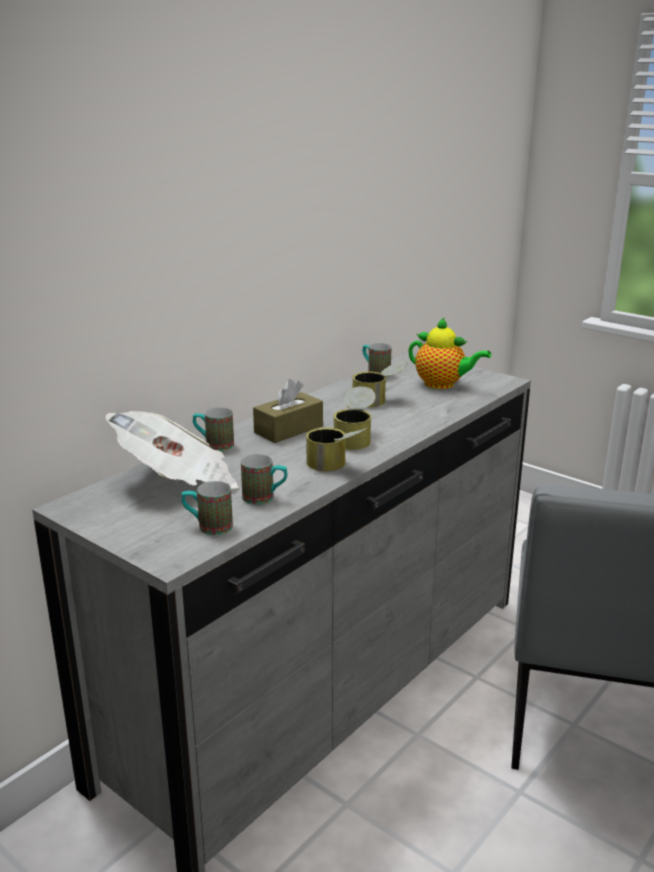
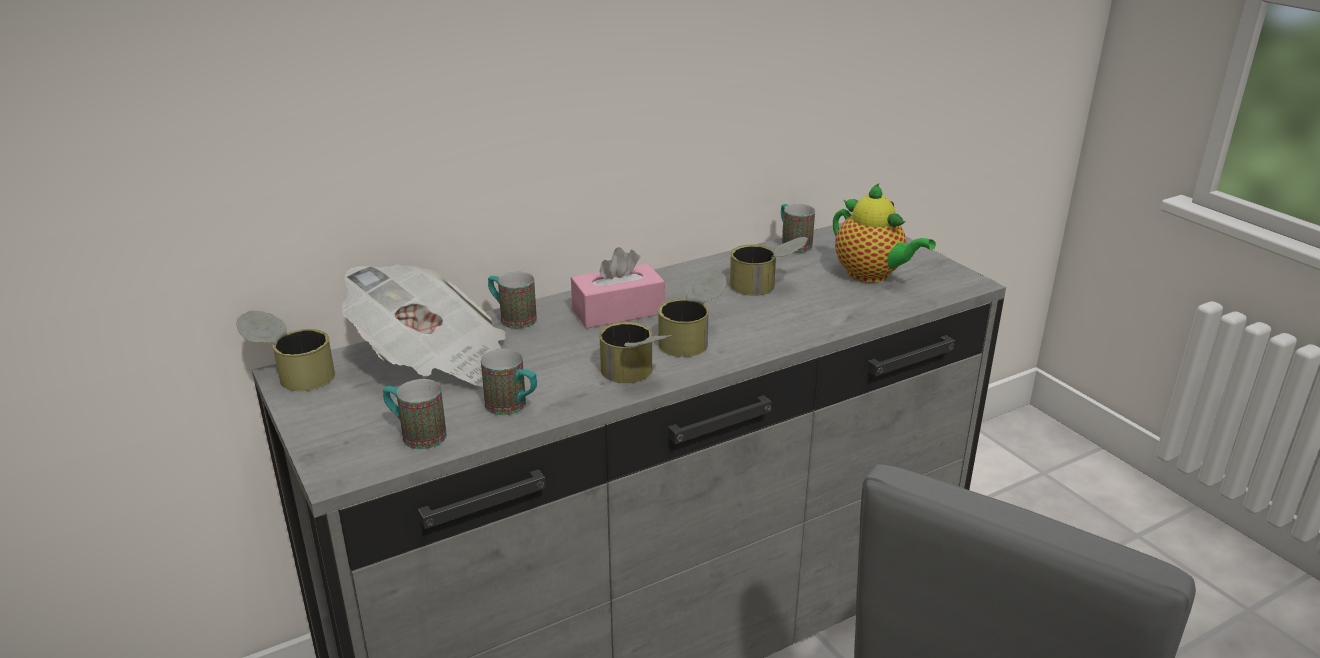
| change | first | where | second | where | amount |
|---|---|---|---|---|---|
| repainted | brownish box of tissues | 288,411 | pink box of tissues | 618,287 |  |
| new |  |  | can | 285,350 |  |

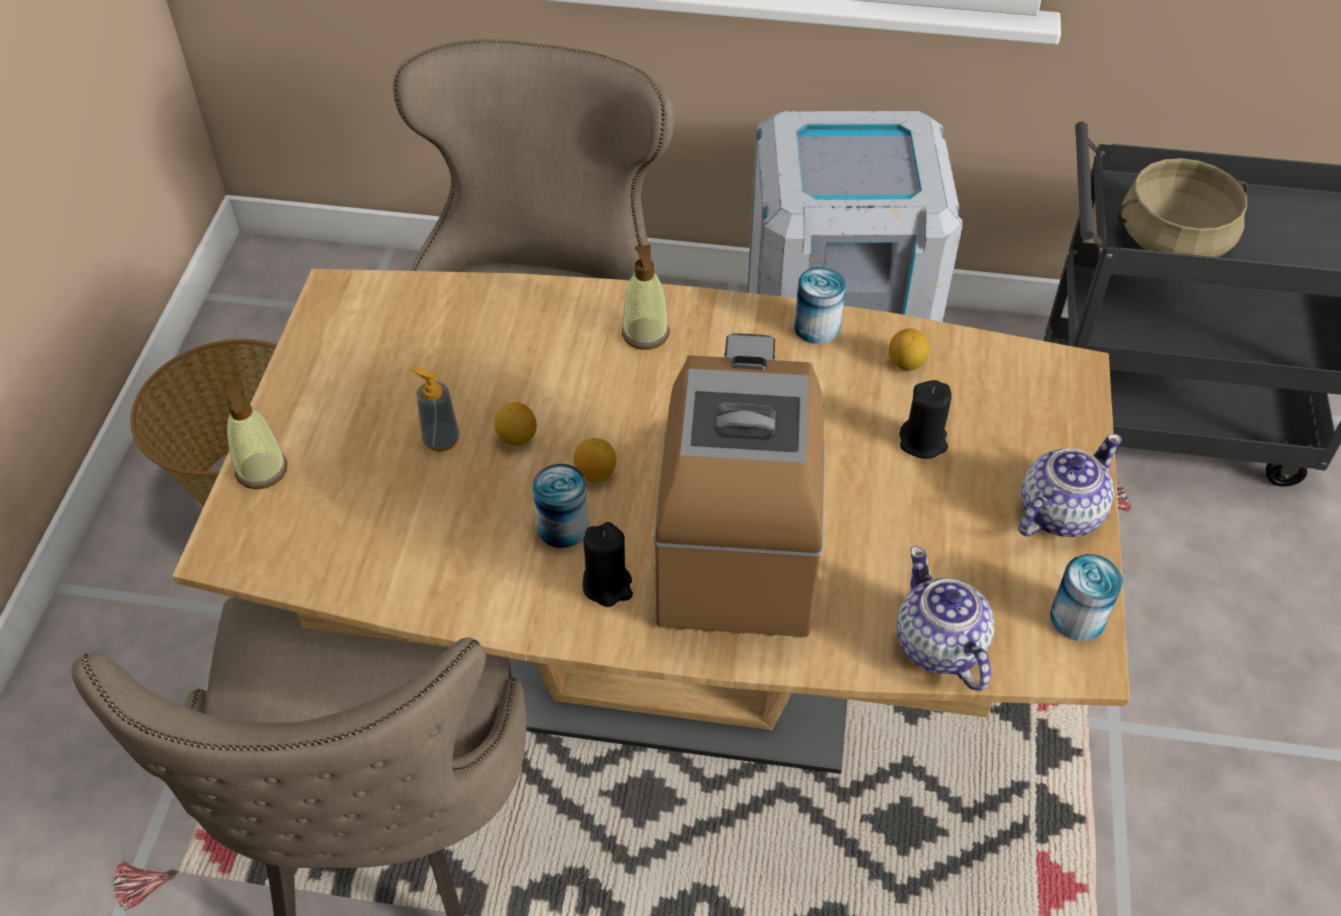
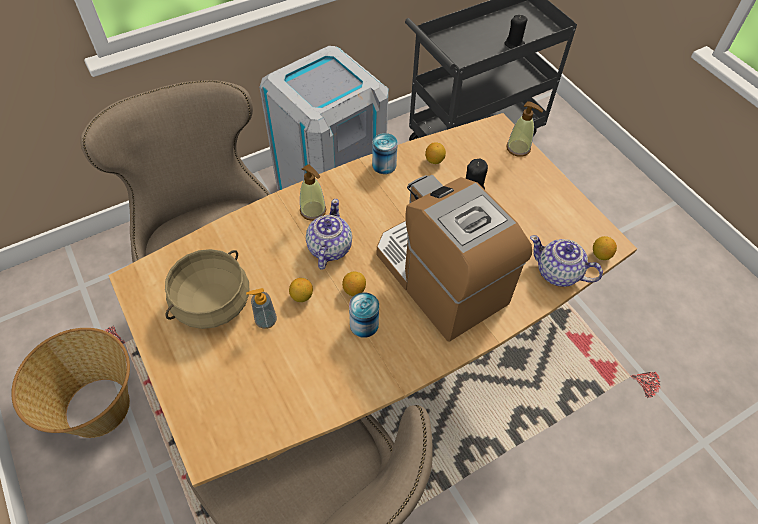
| change | first | where | second | where | amount |
|---|---|---|---|---|---|
| shifted | liquid soap bottle | 255,435 |  | 525,129 |  |
| shifted | black wax candle | 608,564 |  | 516,32 |  |
| shifted | pot for tea | 1070,485 |  | 329,234 |  |
| gone | can | 1086,597 |  |  |  |
| shifted | sand-coloured cooking pot | 1183,207 |  | 207,289 |  |
| new |  |  | citrus fruit | 605,248 |  |

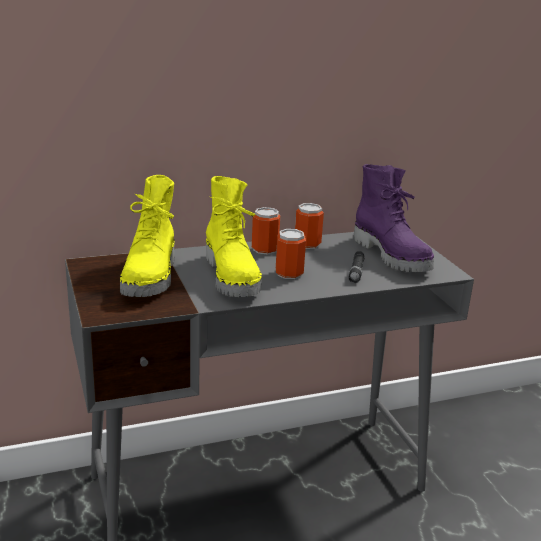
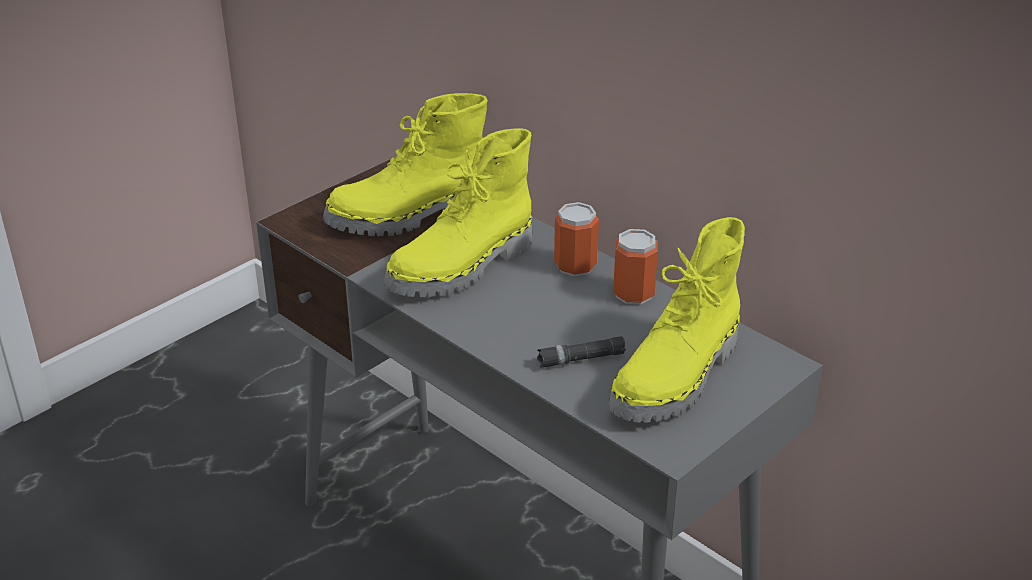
| change | first | where | second | where | amount |
|---|---|---|---|---|---|
| gone | can | 291,254 |  |  |  |
| repainted | purple high-top boot | 394,218 | yellow high-top boot | 677,320 |  |

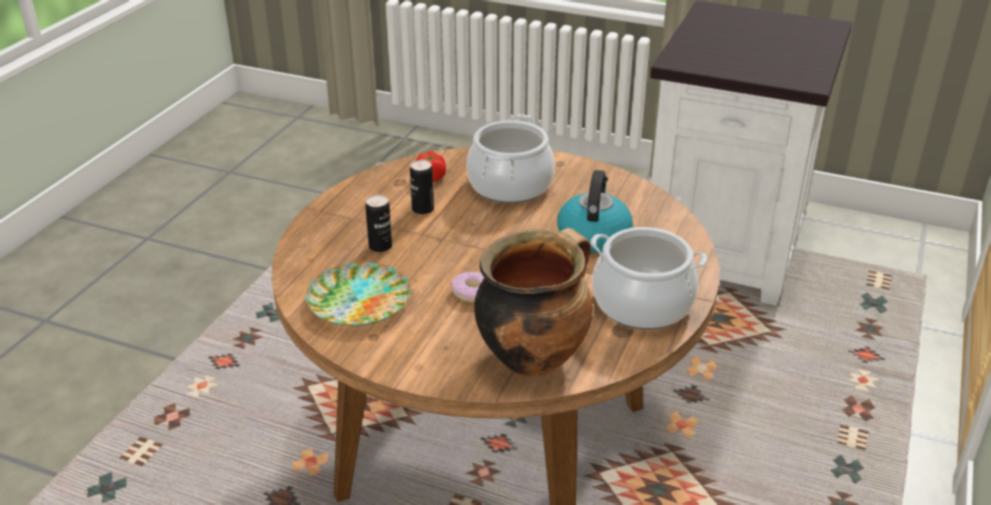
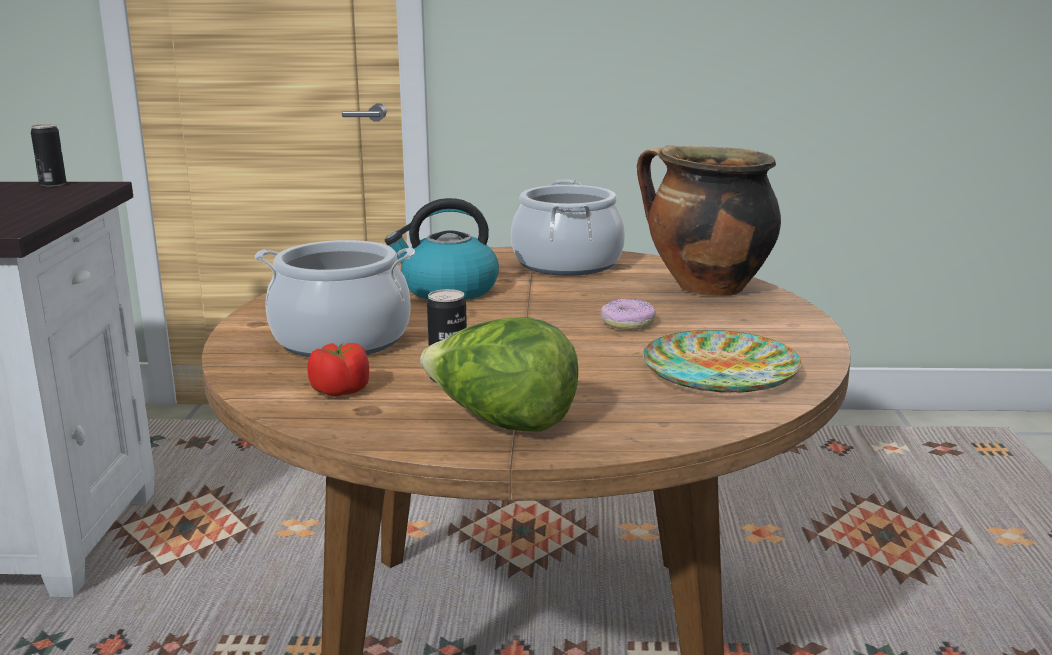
| change | first | where | second | where | amount |
|---|---|---|---|---|---|
| shifted | can | 378,223 |  | 48,155 |  |
| new |  |  | lettuce | 499,374 |  |

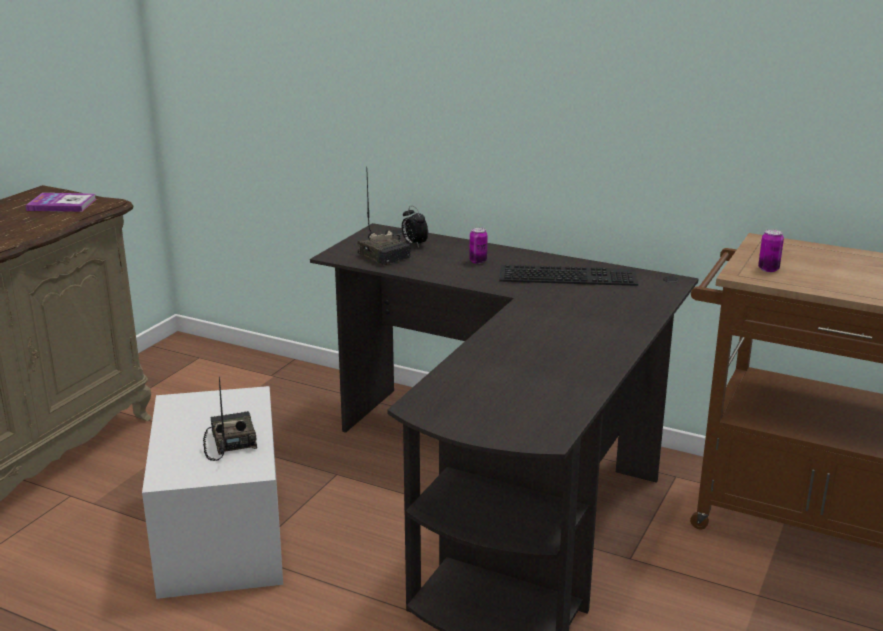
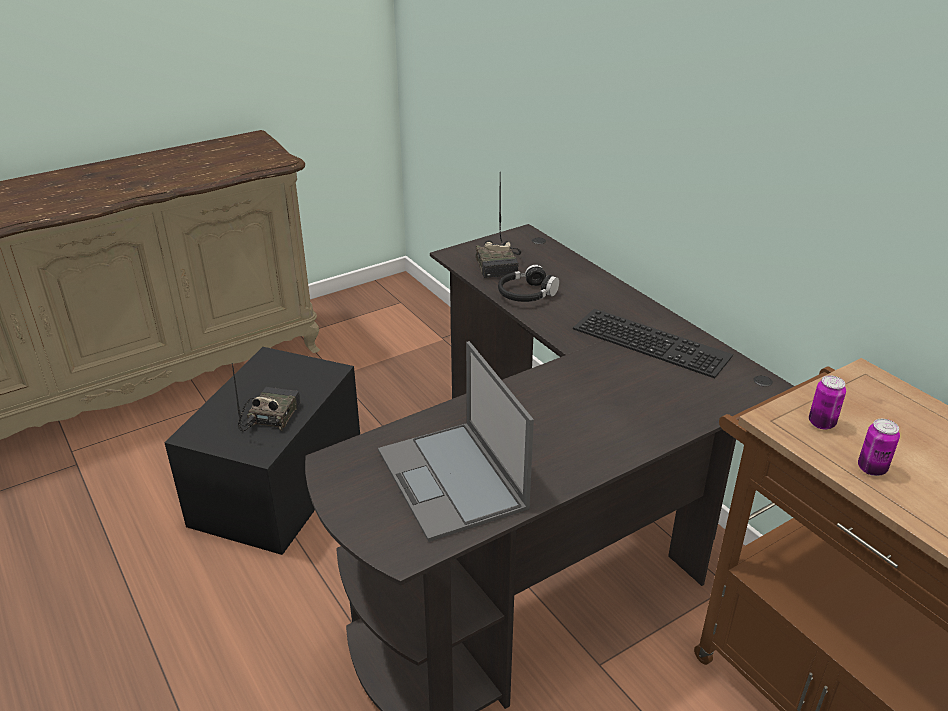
| change | first | where | second | where | amount |
|---|---|---|---|---|---|
| gone | book | 60,202 |  |  |  |
| repainted | whitish storage bin | 212,492 | black storage bin | 262,451 |  |
| gone | alarm clock | 415,226 |  |  |  |
| shifted | can | 478,245 |  | 879,447 |  |
| new |  |  | laptop | 456,441 |  |
| new |  |  | black pair of headphones | 528,283 |  |

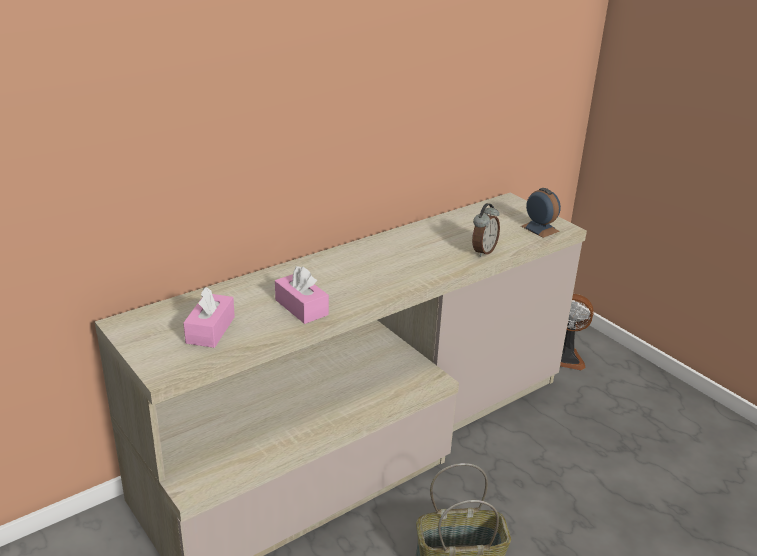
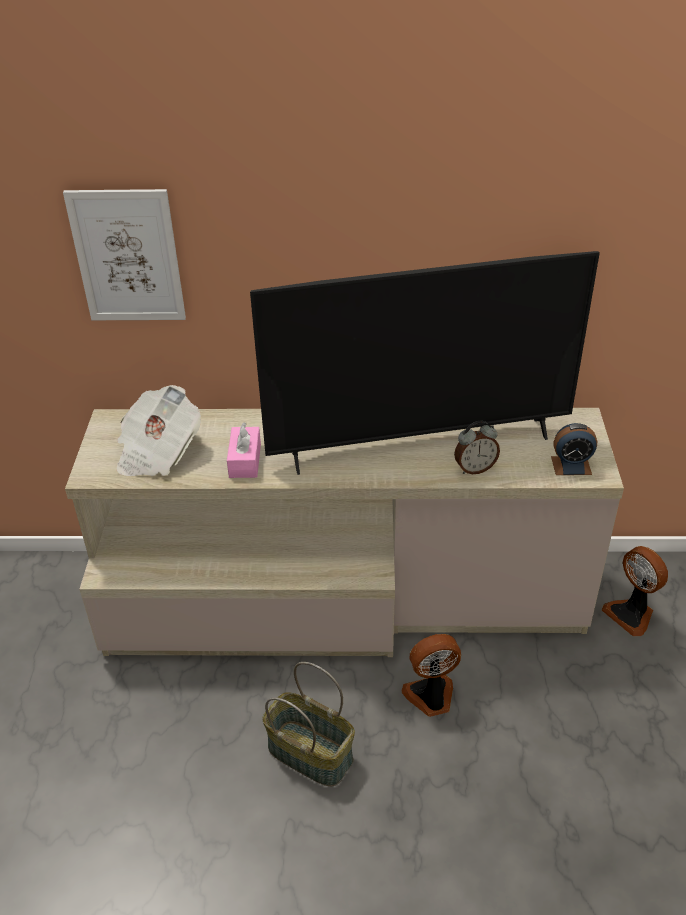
| change | first | where | second | where | amount |
|---|---|---|---|---|---|
| swapped | pink box of tissues | 209,317 | newspaper | 158,430 |  |
| rotated | alarm clock | 541,213 |  | 574,449 | 90 degrees clockwise |
| new |  |  | wall art | 124,254 |  |
| new |  |  | television | 425,363 |  |
| new |  |  | electric fan | 431,675 |  |

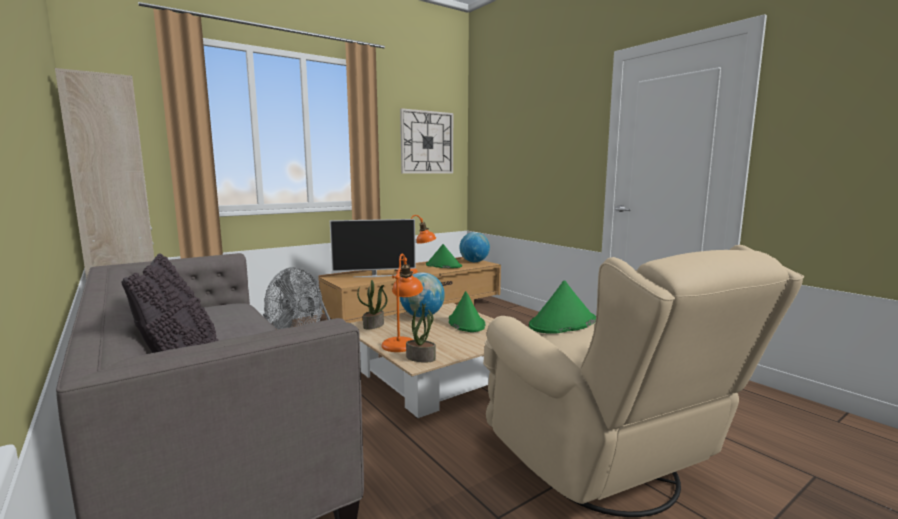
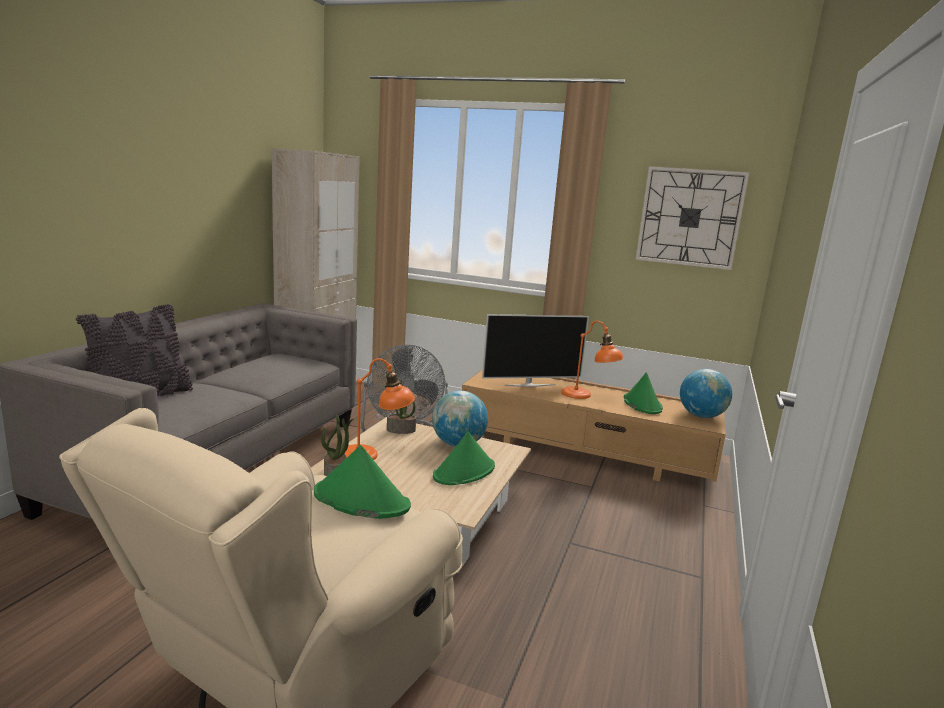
| change | first | where | second | where | amount |
|---|---|---|---|---|---|
| rotated | television | 373,248 |  | 535,350 | 60 degrees counterclockwise |

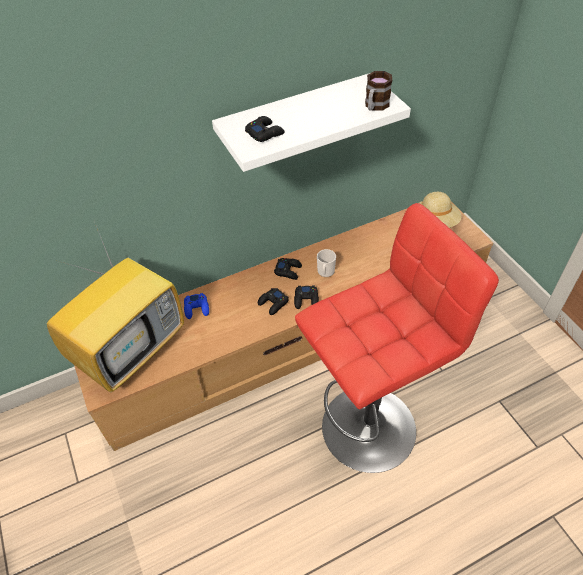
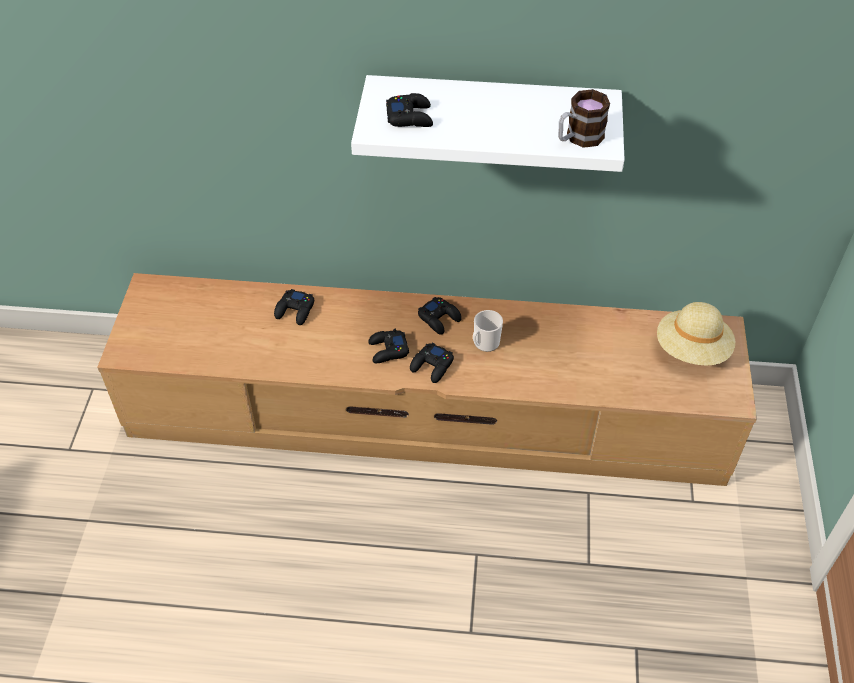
| change | first | where | second | where | amount |
|---|---|---|---|---|---|
| gone | television | 115,307 |  |  |  |
| repainted | bluish game controller | 196,306 | black game controller | 294,307 |  |
| gone | red-coloured stool | 397,338 |  |  |  |

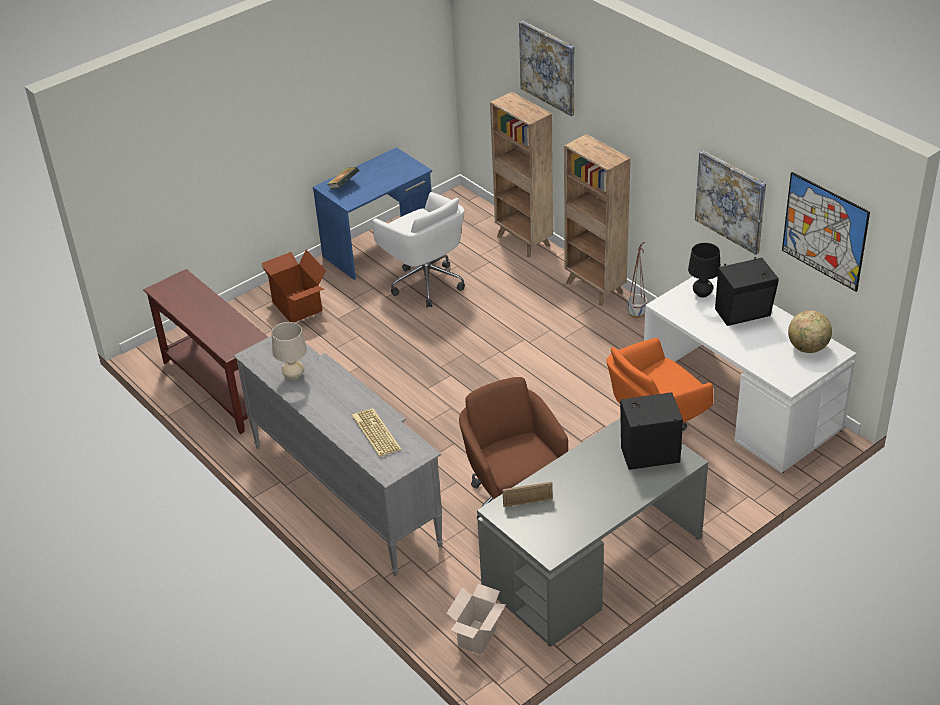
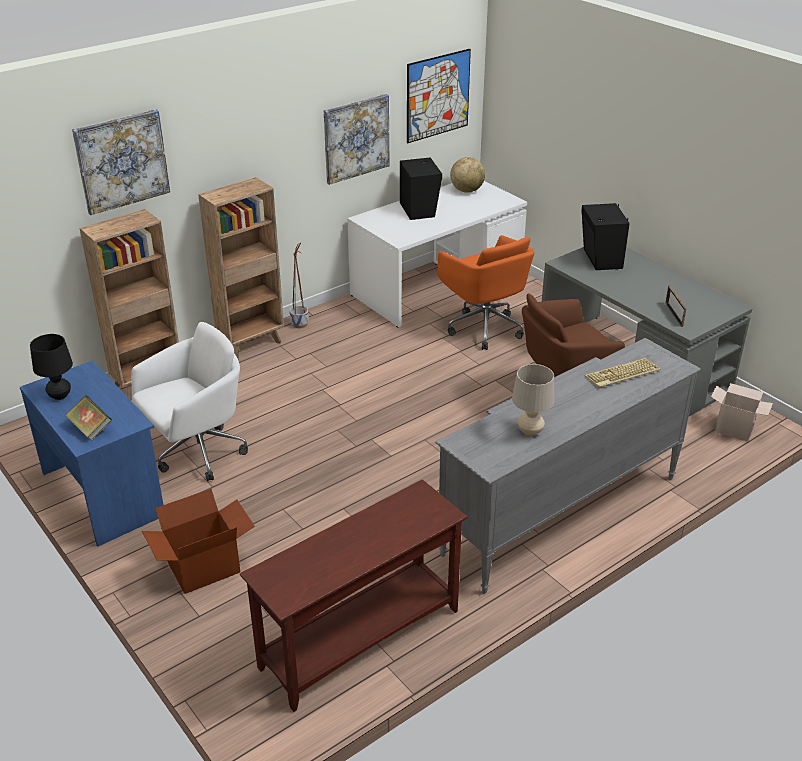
| change | first | where | second | where | amount |
|---|---|---|---|---|---|
| shifted | black table lamp | 704,270 |  | 51,367 |  |

